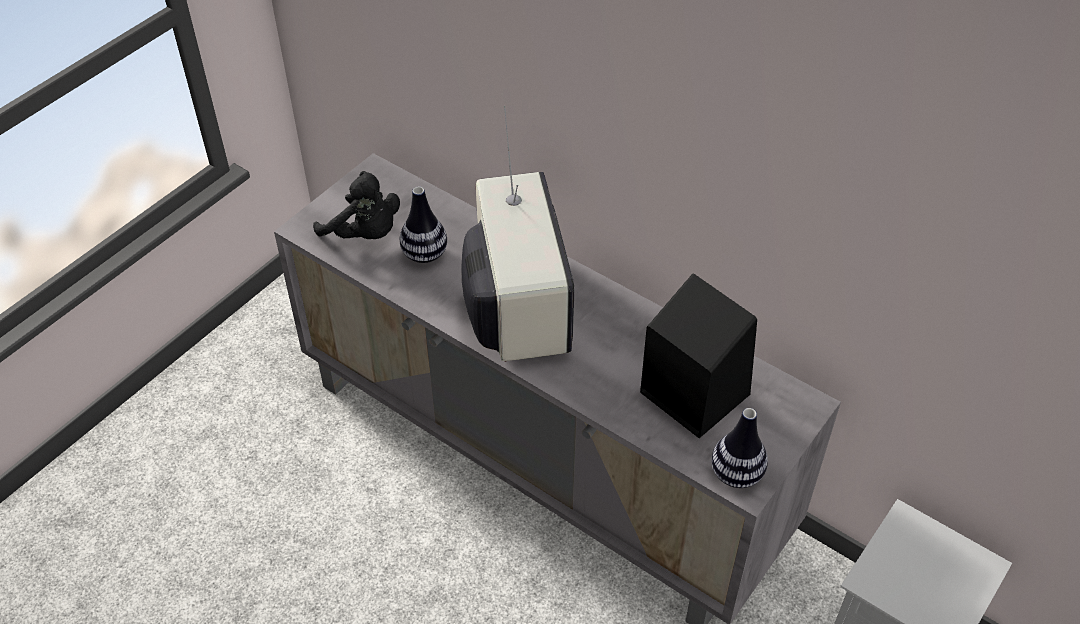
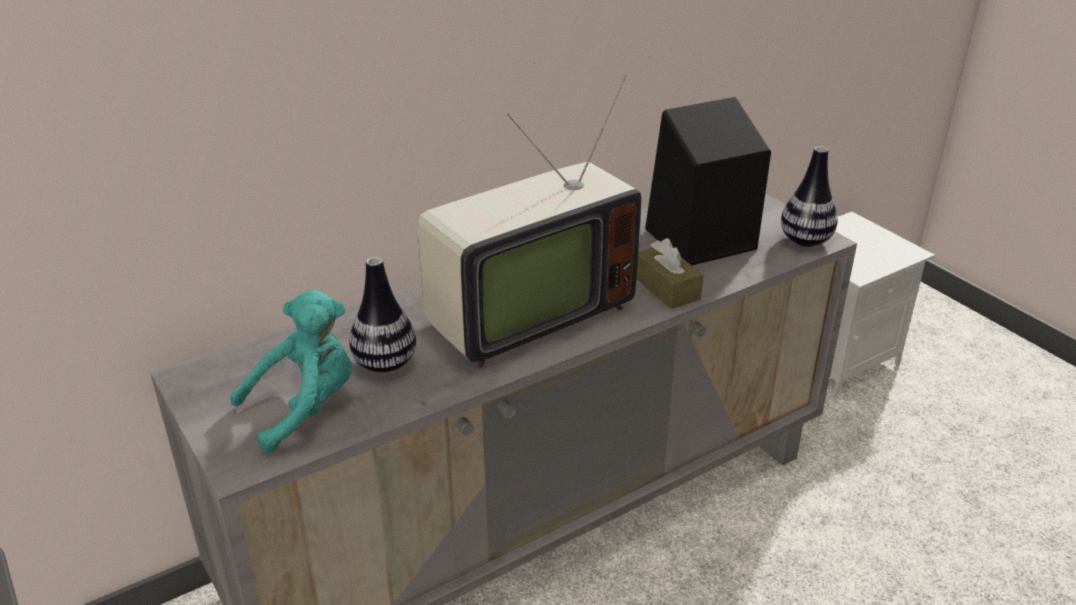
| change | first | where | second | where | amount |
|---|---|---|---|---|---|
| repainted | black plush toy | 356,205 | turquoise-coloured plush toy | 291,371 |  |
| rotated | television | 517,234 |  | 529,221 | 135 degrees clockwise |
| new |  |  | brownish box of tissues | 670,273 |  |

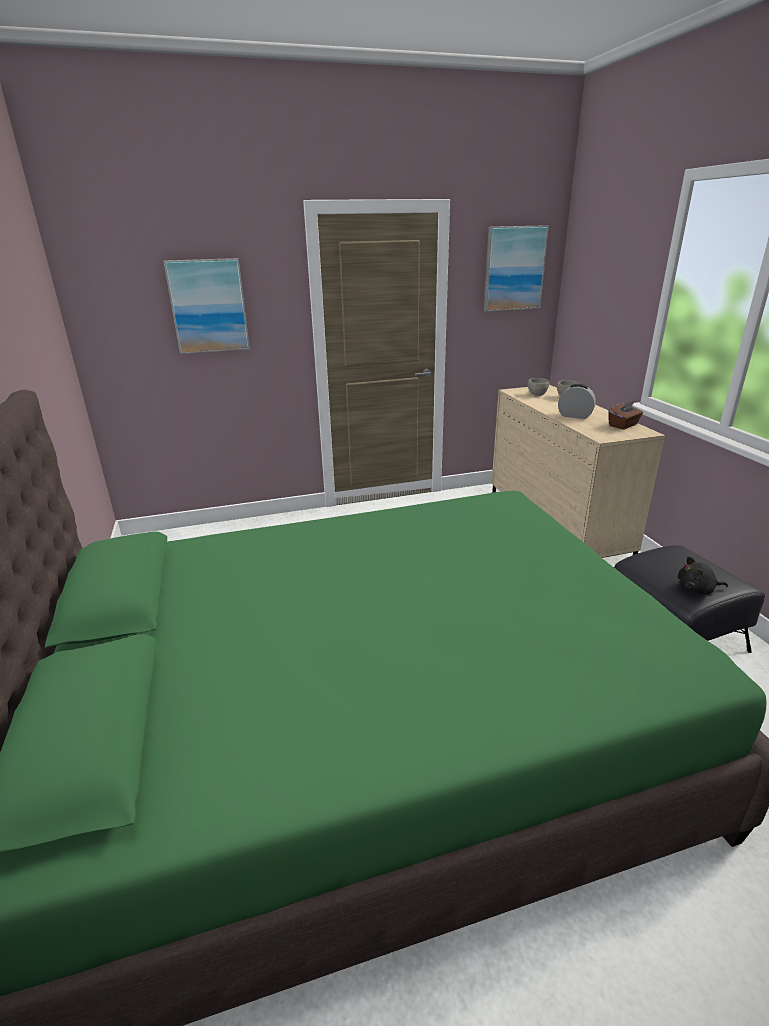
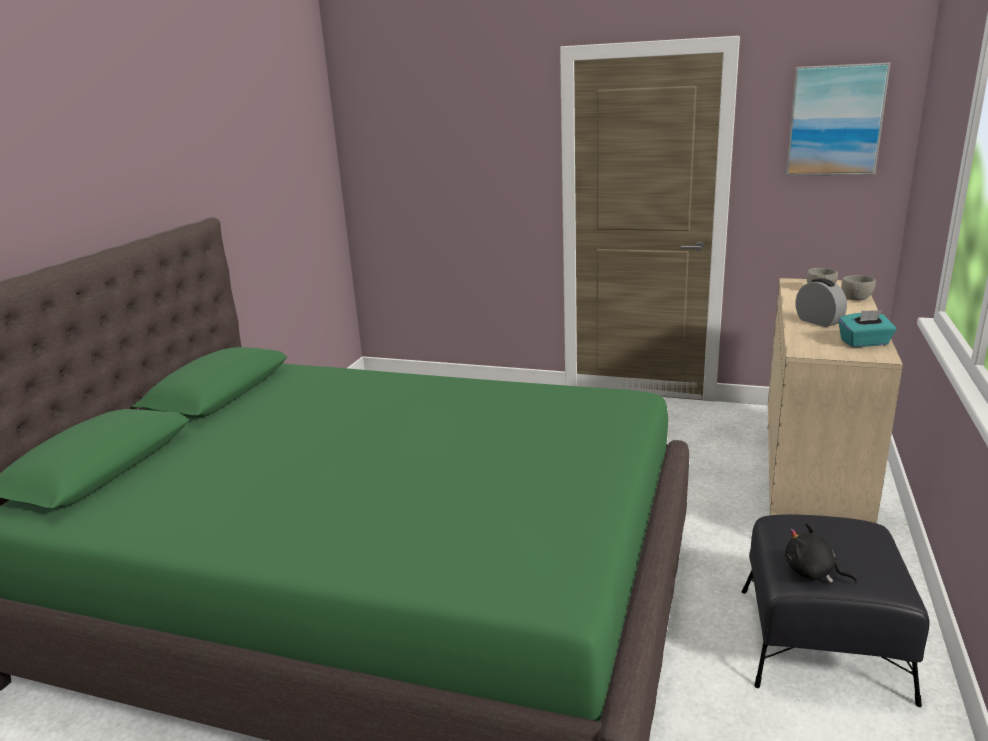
| change | first | where | second | where | amount |
|---|---|---|---|---|---|
| gone | wall art | 207,306 |  |  |  |
| repainted | brownish box of tissues | 625,414 | turquoise-coloured box of tissues | 867,328 |  |

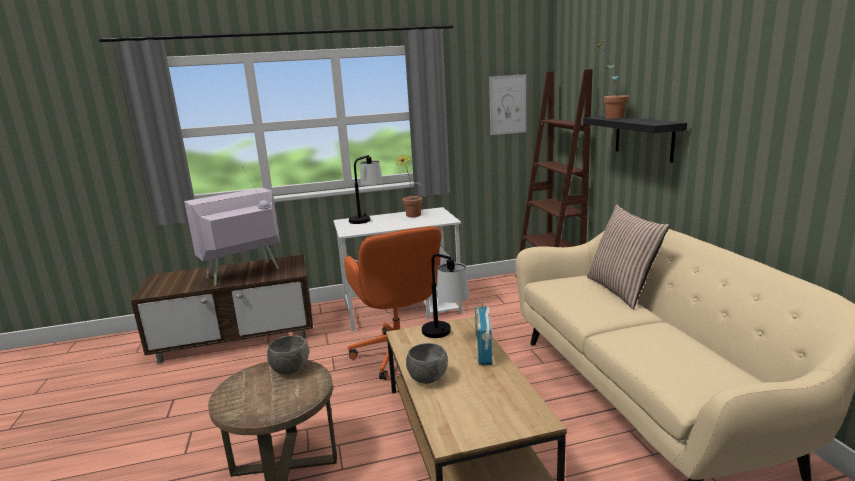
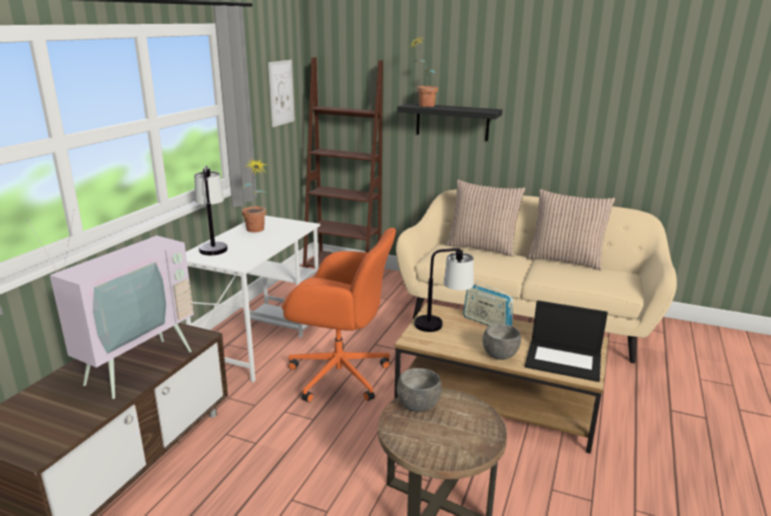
| change | first | where | second | where | amount |
|---|---|---|---|---|---|
| rotated | television | 232,225 |  | 110,304 | 150 degrees counterclockwise |
| new |  |  | laptop | 566,341 |  |
| new |  |  | pillow | 570,230 |  |

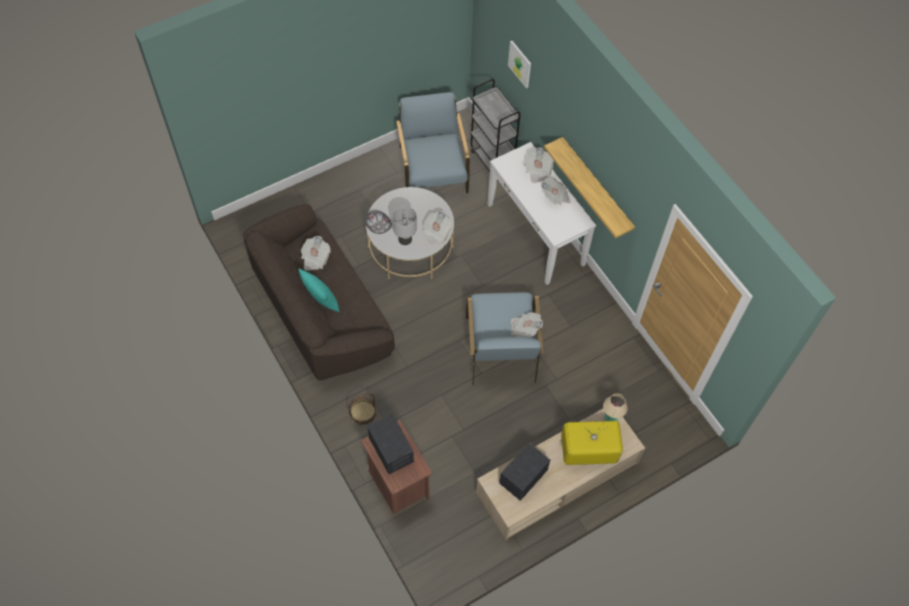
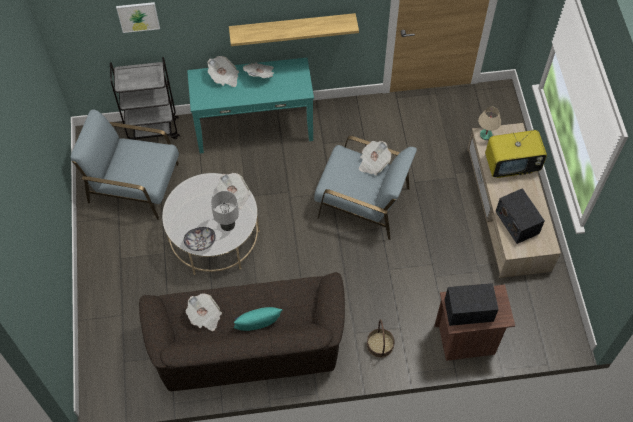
| change | first | where | second | where | amount |
|---|---|---|---|---|---|
| repainted | whitish narrow table | 541,213 | turquoise-coloured narrow table | 250,105 |  |
| rotated | television | 592,443 |  | 516,154 | 120 degrees counterclockwise |

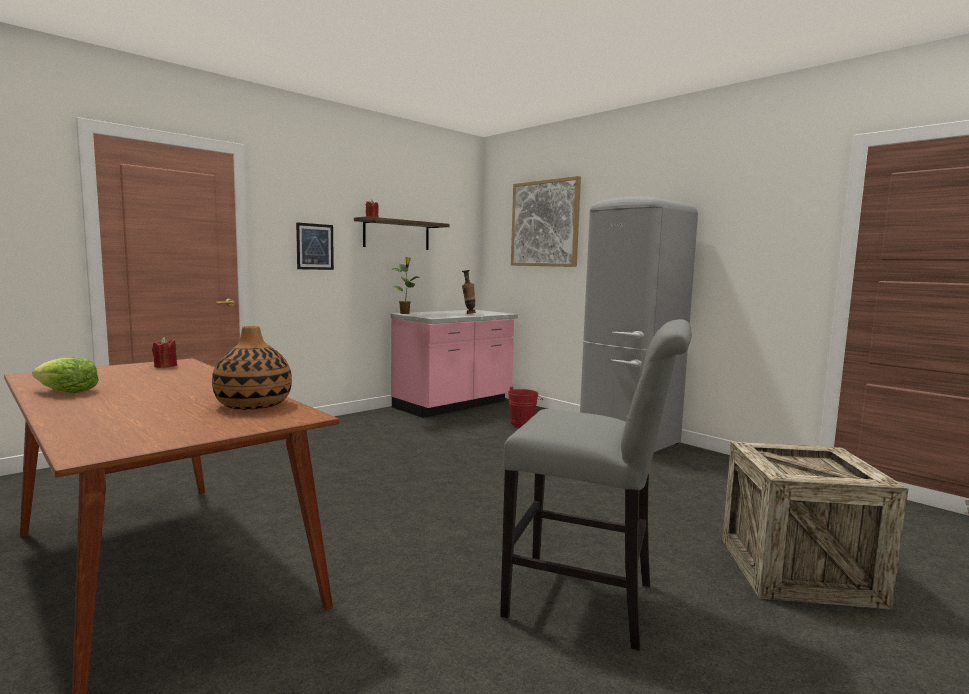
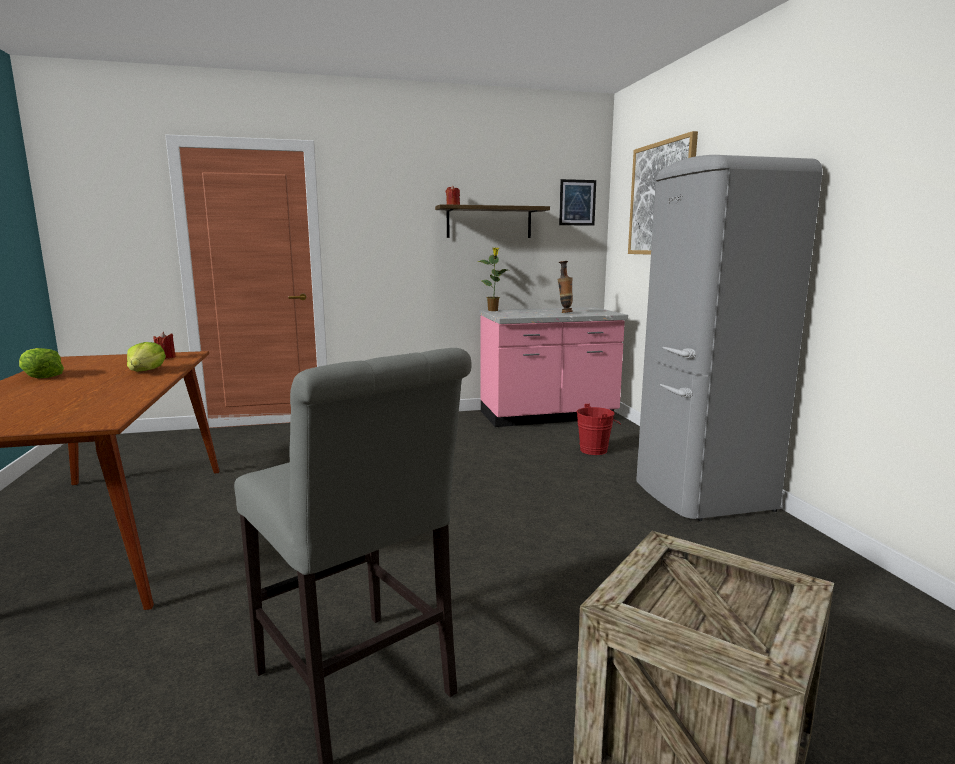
| change | first | where | second | where | amount |
|---|---|---|---|---|---|
| gone | flower vase | 252,368 |  |  |  |
| shifted | wall art | 315,246 |  | 577,202 |  |
| new |  |  | lettuce | 146,357 |  |

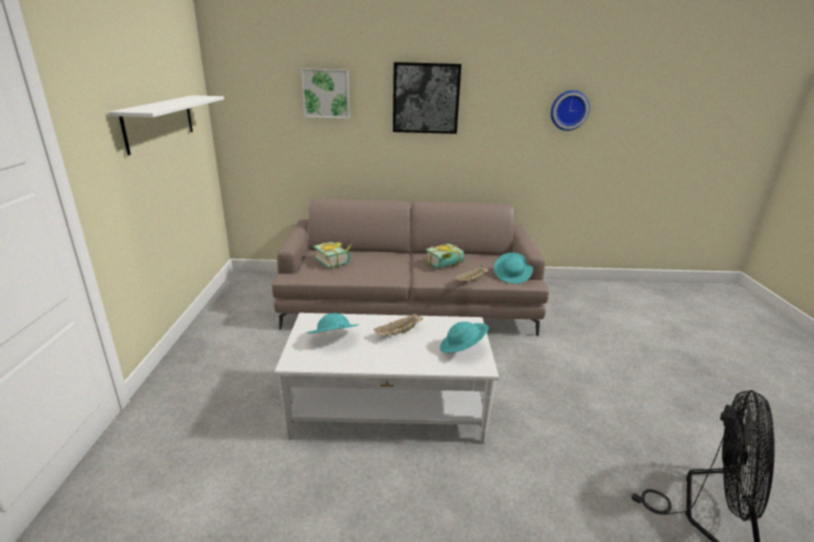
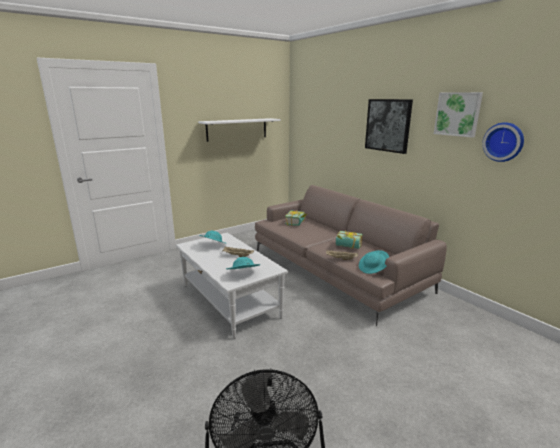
| change | first | where | second | where | amount |
|---|---|---|---|---|---|
| shifted | wall art | 325,93 |  | 458,114 |  |

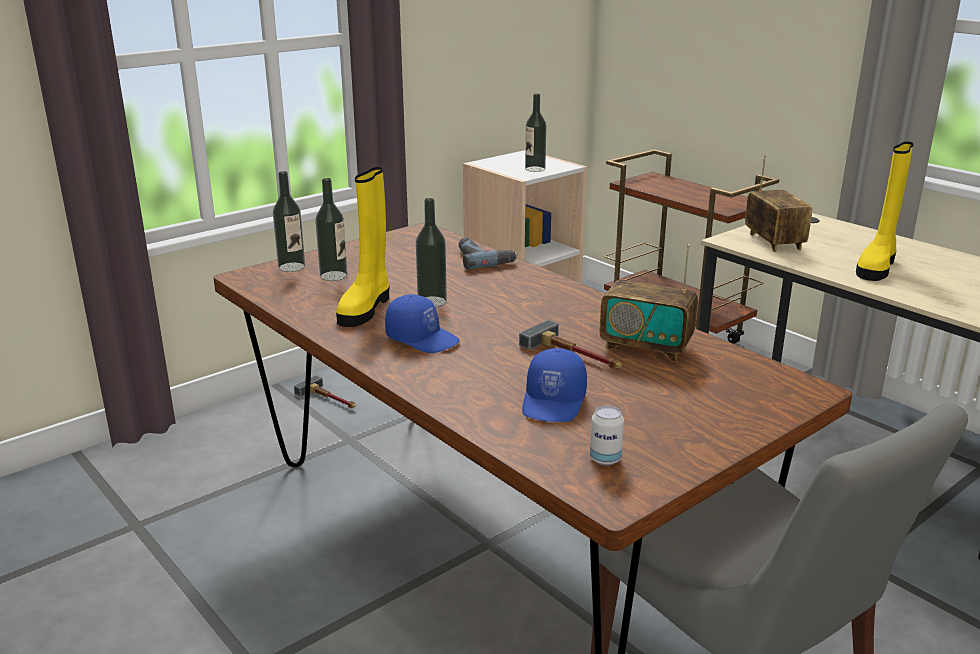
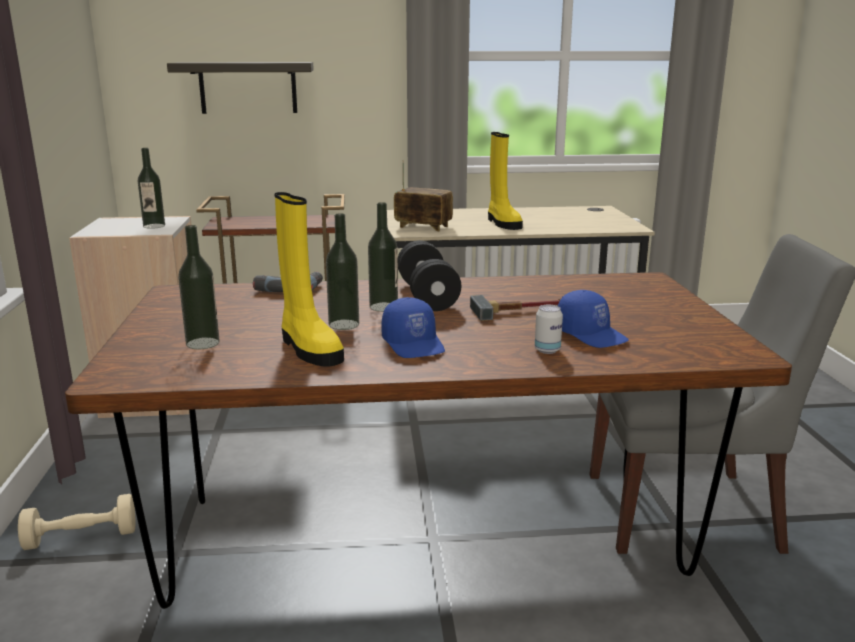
| change | first | where | second | where | amount |
|---|---|---|---|---|---|
| shifted | beverage bottle | 289,221 |  | 383,257 |  |
| swapped | tool hammer | 325,391 | sand-coloured dumbbell | 77,522 |  |
| rotated | bluish cap | 422,323 |  | 413,327 | 90 degrees clockwise |
| shifted | can | 607,436 |  | 549,329 |  |
| gone | radio receiver | 648,303 |  |  |  |
| new |  |  | shelf | 240,88 |  |
| new |  |  | black dumbbell | 429,275 |  |

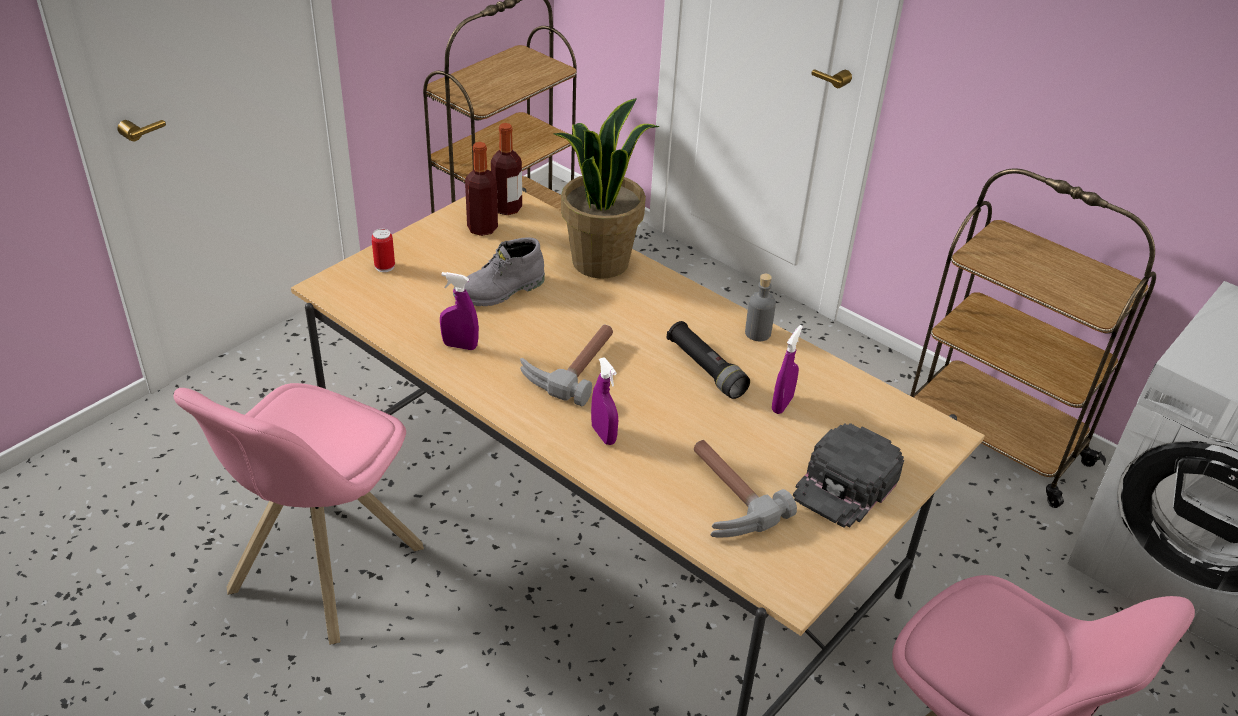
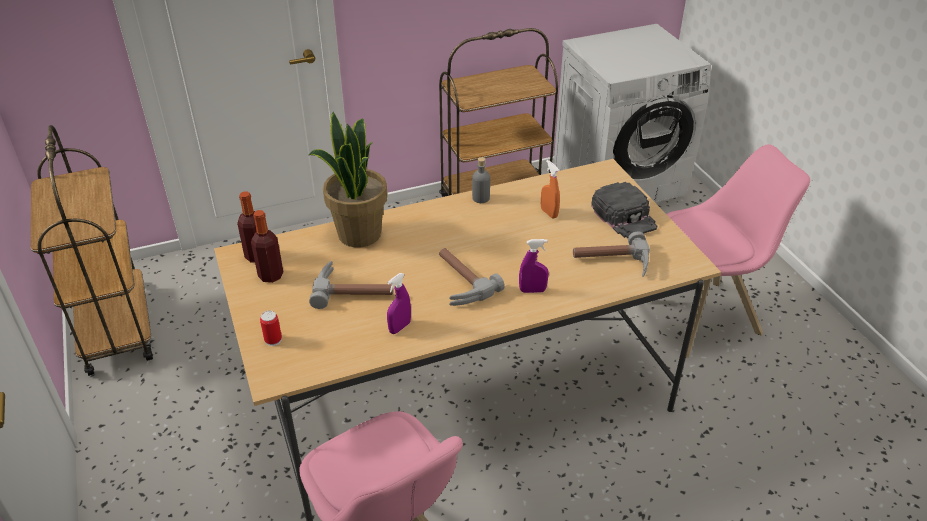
| change | first | where | second | where | amount |
|---|---|---|---|---|---|
| swapped | greyish high-top boot | 499,271 | tool hammer | 351,285 |  |
| gone | black flashlight | 708,360 |  |  |  |
| repainted | purple spray bottle | 787,369 | orange spray bottle | 550,189 |  |

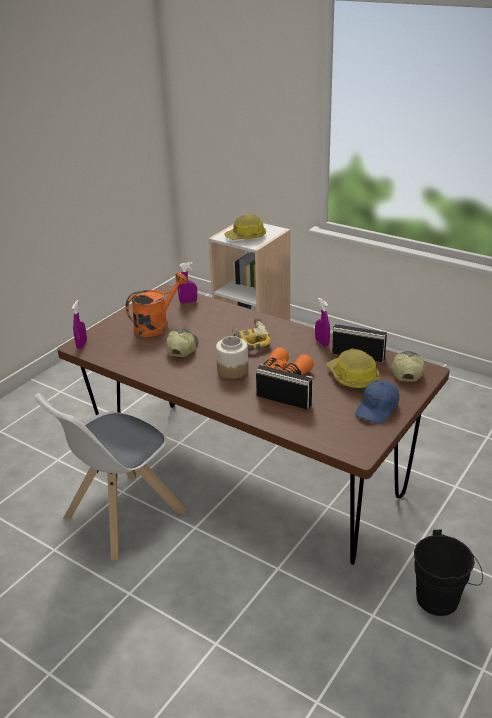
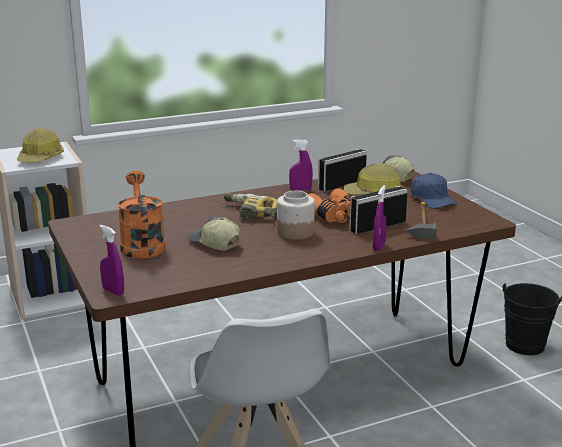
| change | first | where | second | where | amount |
|---|---|---|---|---|---|
| shifted | purple spray bottle | 187,282 |  | 379,218 |  |
| new |  |  | tool hammer | 421,221 |  |

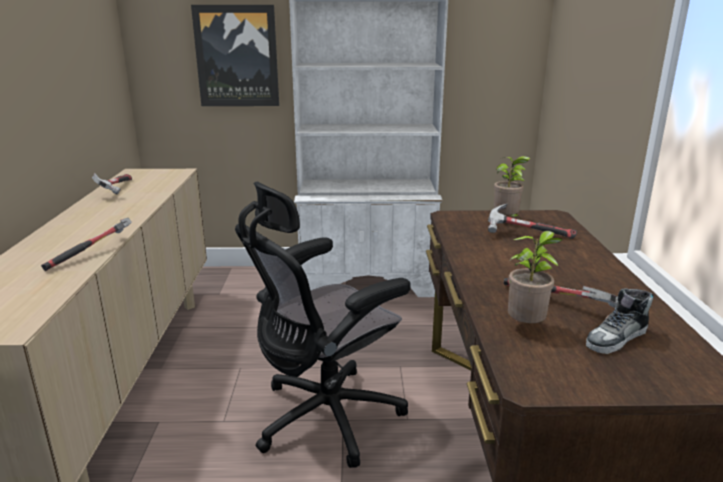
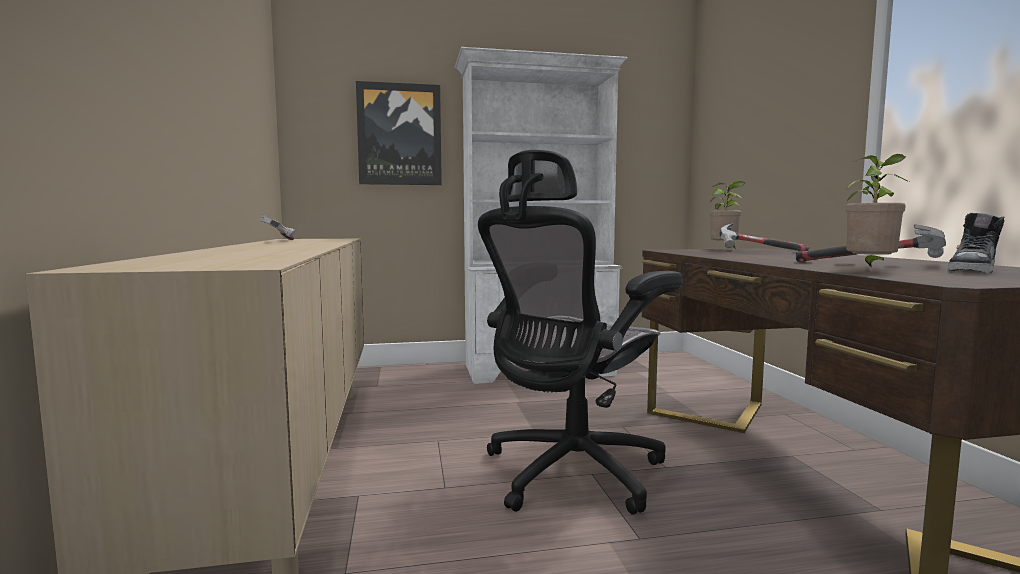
| change | first | where | second | where | amount |
|---|---|---|---|---|---|
| gone | tool hammer | 86,244 |  |  |  |

